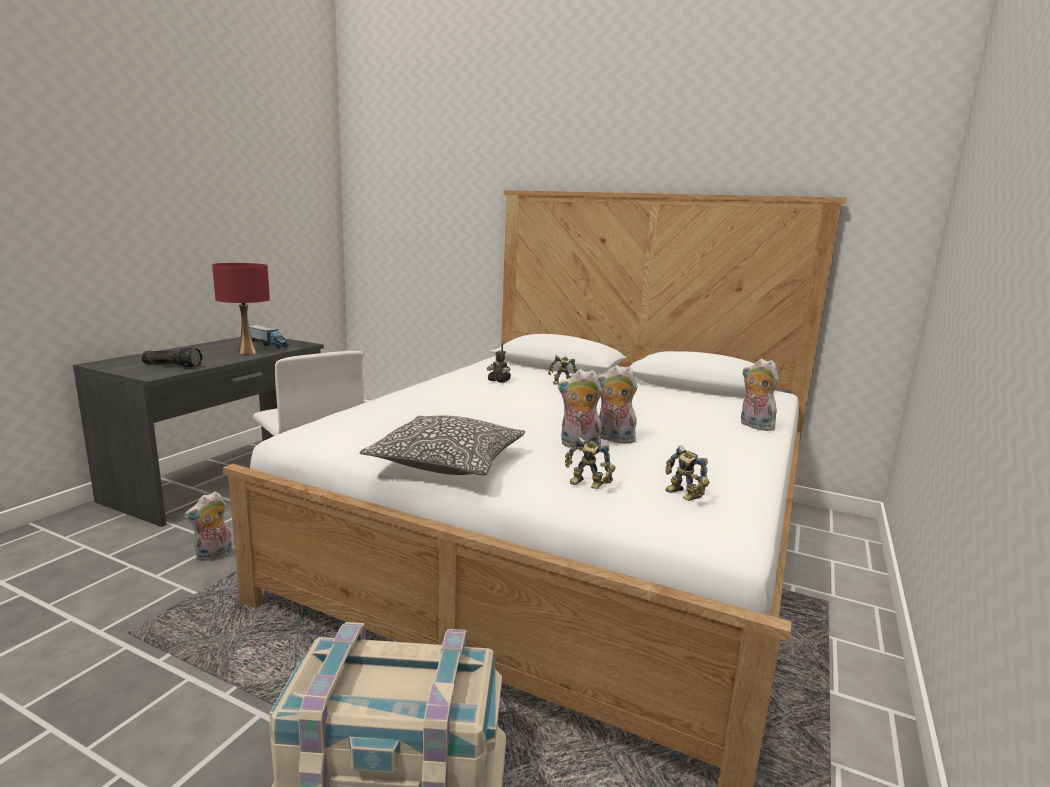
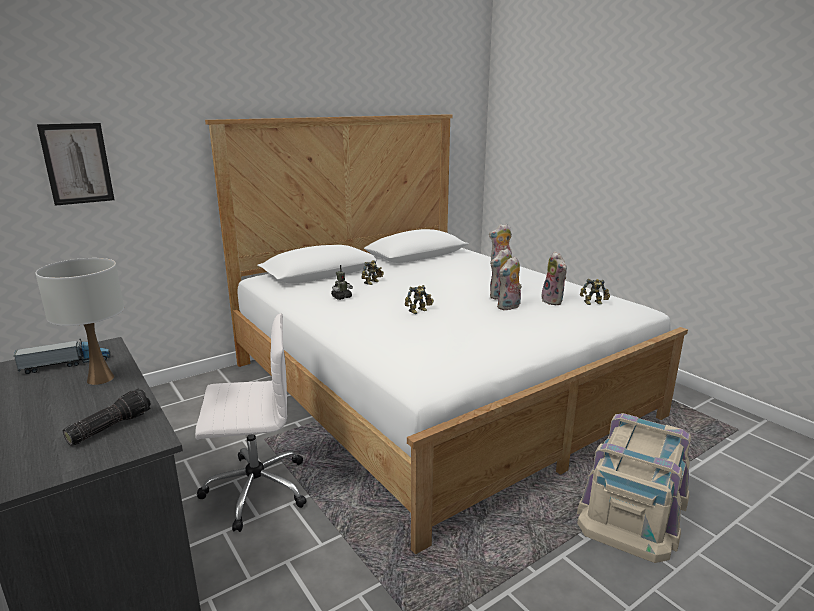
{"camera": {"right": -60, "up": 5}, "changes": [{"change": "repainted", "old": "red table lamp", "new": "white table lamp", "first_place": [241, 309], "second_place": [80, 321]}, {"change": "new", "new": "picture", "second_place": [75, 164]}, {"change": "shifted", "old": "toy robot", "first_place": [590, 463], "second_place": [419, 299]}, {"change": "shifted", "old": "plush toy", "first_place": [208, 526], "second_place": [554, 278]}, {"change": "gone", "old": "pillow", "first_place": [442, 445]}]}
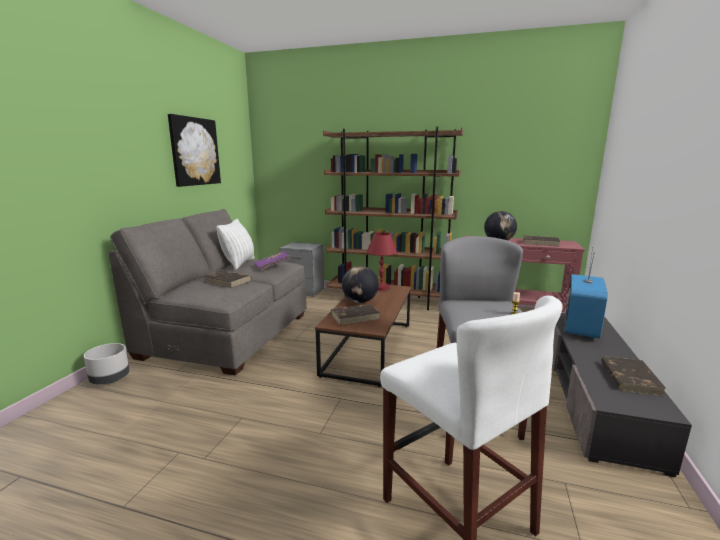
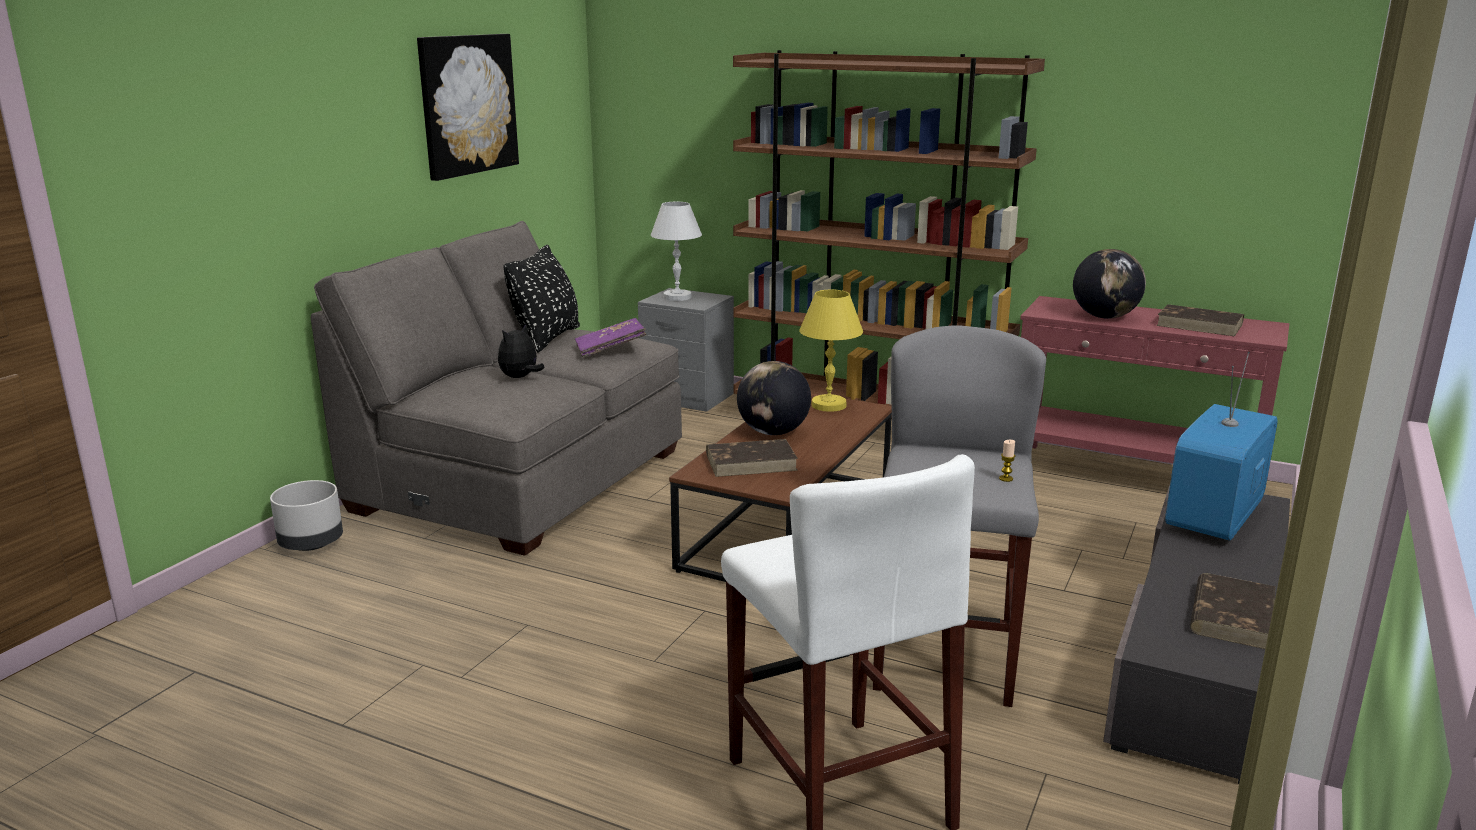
{"camera": {"right": 10, "up": 5}, "changes": [{"change": "swapped", "old": "brown book", "new": "plush toy", "first_place": [227, 279], "second_place": [521, 351]}, {"change": "repainted", "old": "white pillow", "new": "black pillow", "first_place": [236, 244], "second_place": [541, 299]}, {"change": "new", "new": "white table lamp", "second_place": [676, 251]}, {"change": "repainted", "old": "red table lamp", "new": "yellow table lamp", "first_place": [382, 261], "second_place": [831, 351]}]}
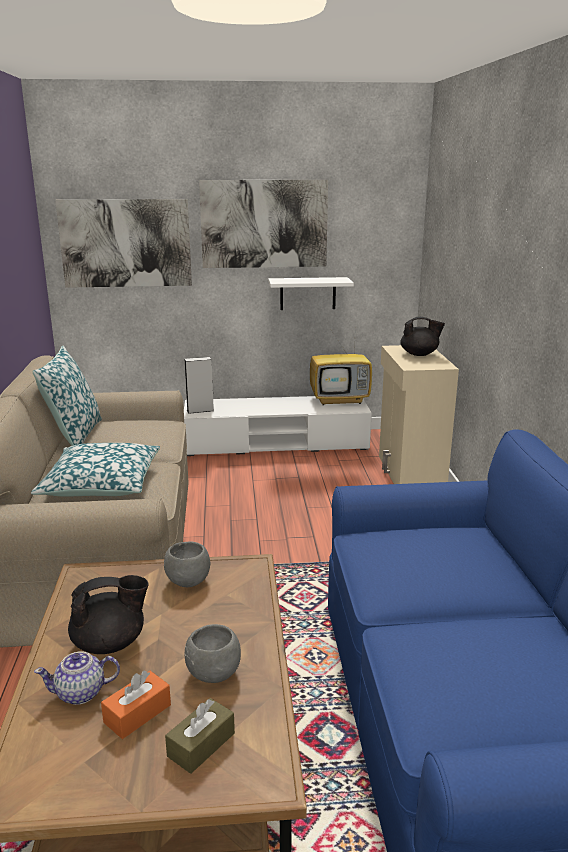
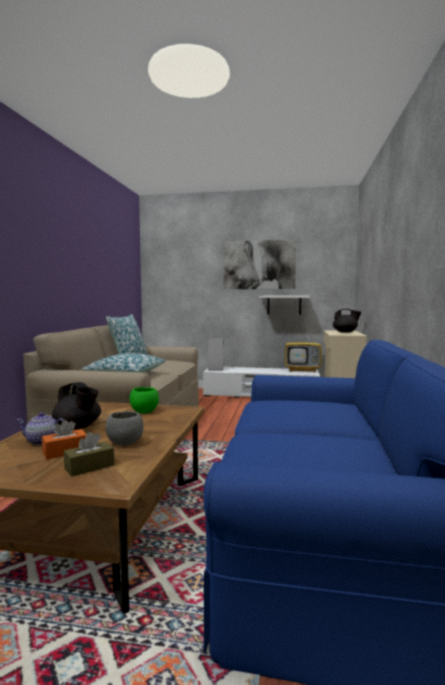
{"camera": {"right": 15, "up": -15}, "changes": [{"change": "rotated", "old": "black teapot", "first_place": [108, 614], "second_place": [76, 405], "degrees": 45}, {"change": "repainted", "old": "grey bowl", "new": "green bowl", "first_place": [187, 564], "second_place": [144, 400]}, {"change": "gone", "old": "picture", "first_place": [123, 243]}]}
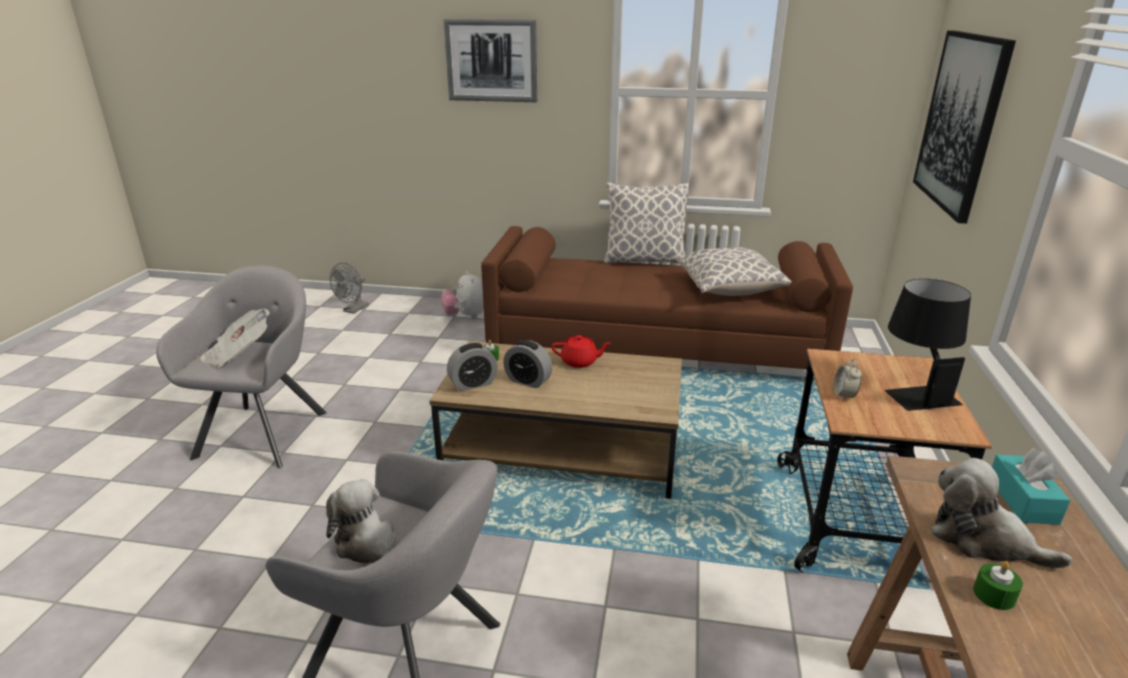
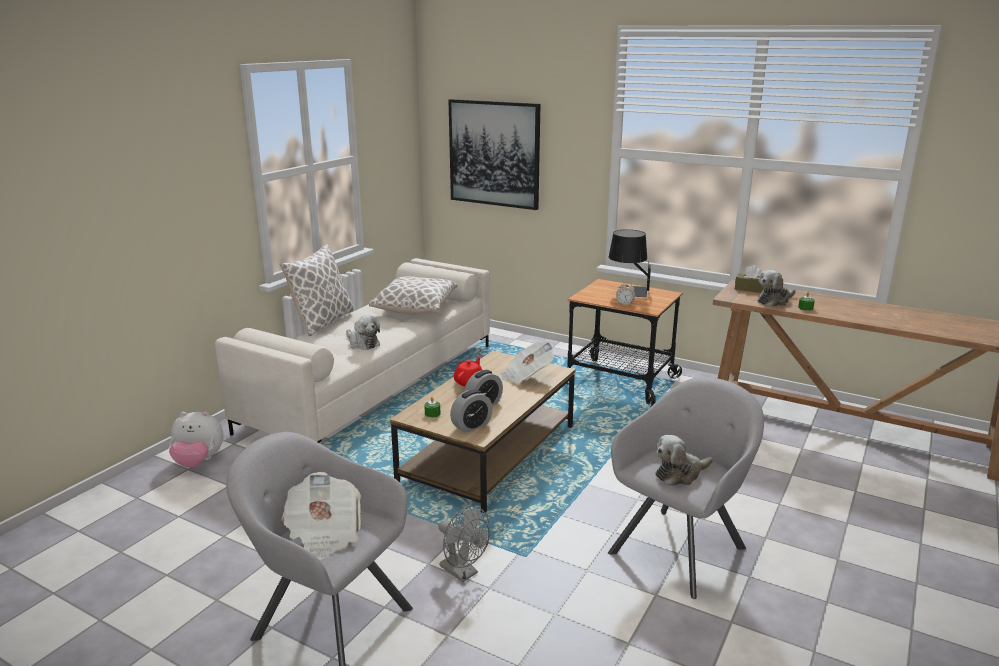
{"camera": {"right": -70, "up": -5}, "changes": [{"change": "repainted", "old": "brown sofa", "new": "white sofa", "first_place": [667, 297], "second_place": [352, 350]}, {"change": "new", "new": "plush toy", "second_place": [363, 332]}, {"change": "shifted", "old": "grey fan", "first_place": [349, 288], "second_place": [464, 544]}, {"change": "rotated", "old": "alarm clock", "first_place": [472, 367], "second_place": [471, 411], "degrees": 60}, {"change": "new", "new": "newspaper", "second_place": [526, 363]}, {"change": "repainted", "old": "turquoise tissue box", "new": "brown tissue box", "first_place": [1031, 486], "second_place": [749, 279]}, {"change": "gone", "old": "picture", "first_place": [490, 60]}]}
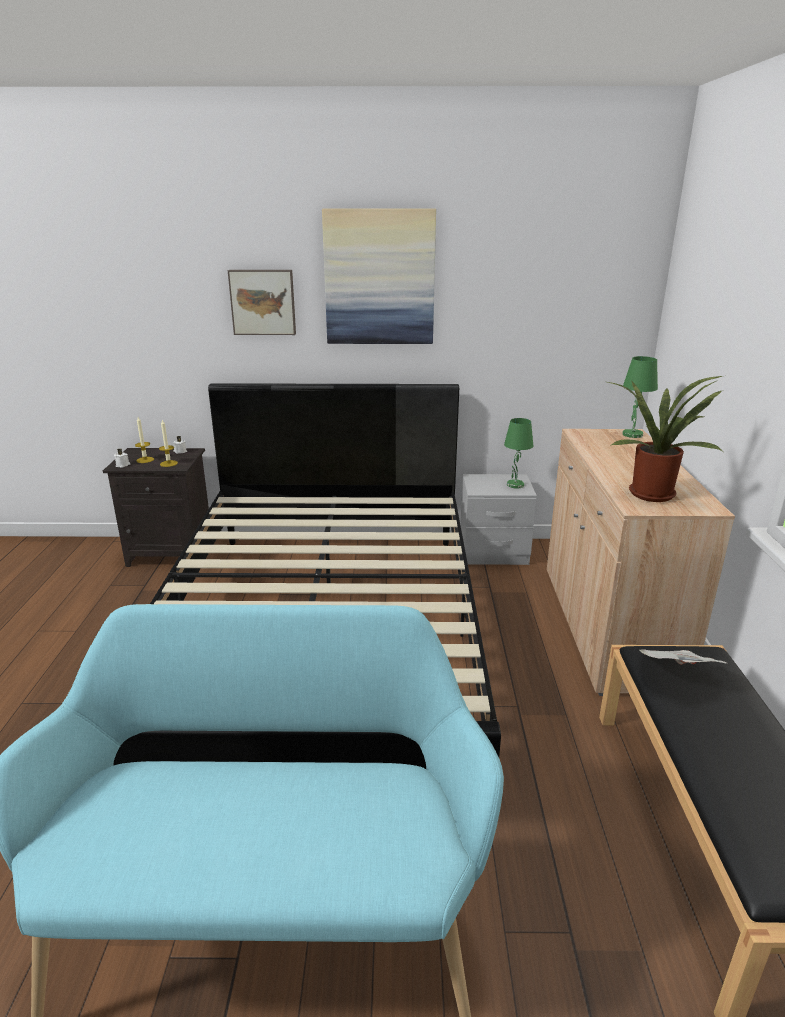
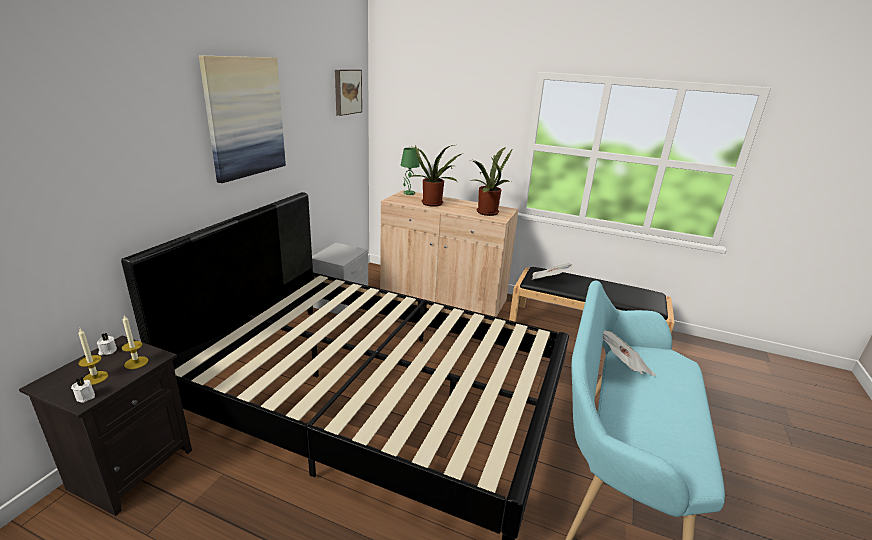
{"camera": {"right": -70, "up": 0}, "changes": [{"change": "shifted", "old": "picture", "first_place": [262, 302], "second_place": [348, 92]}, {"change": "new", "new": "potted plant", "second_place": [437, 176]}, {"change": "new", "new": "newspaper", "second_place": [629, 353]}, {"change": "gone", "old": "green table lamp", "first_place": [518, 453]}]}
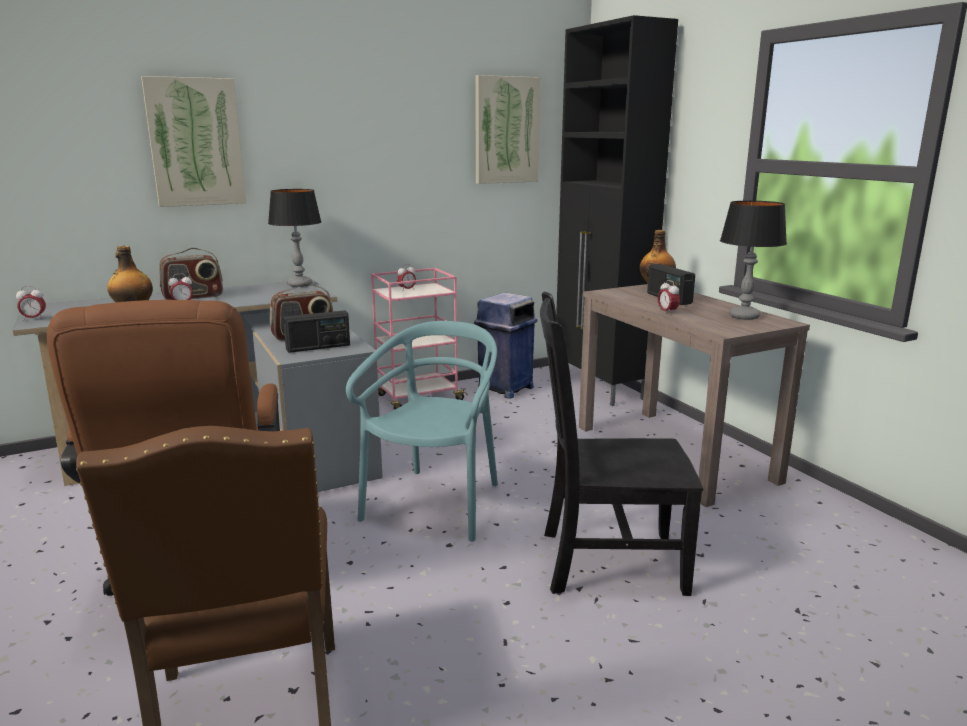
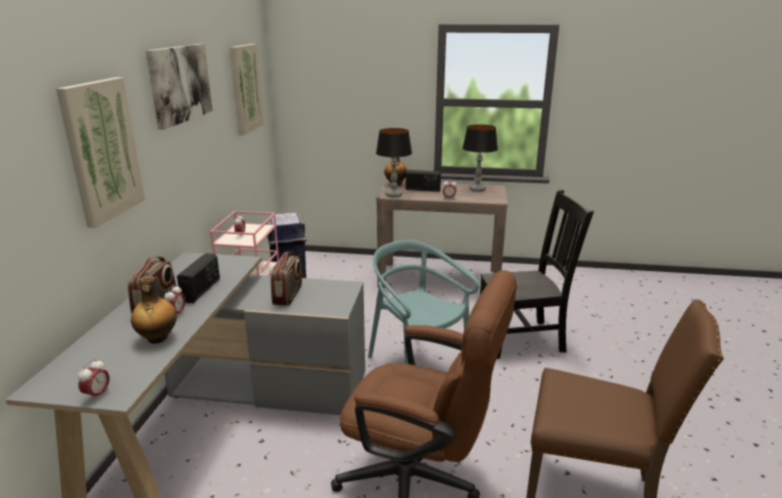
{"camera": {"right": -55, "up": 5}, "changes": [{"change": "new", "new": "picture", "second_place": [179, 87]}, {"change": "shifted", "old": "radio", "first_place": [316, 331], "second_place": [198, 278]}, {"change": "shifted", "old": "table lamp", "first_place": [294, 238], "second_place": [394, 162]}, {"change": "rotated", "old": "black chair", "first_place": [621, 444], "second_place": [537, 274], "degrees": -135}, {"change": "gone", "old": "black cabinet", "first_place": [617, 210]}]}
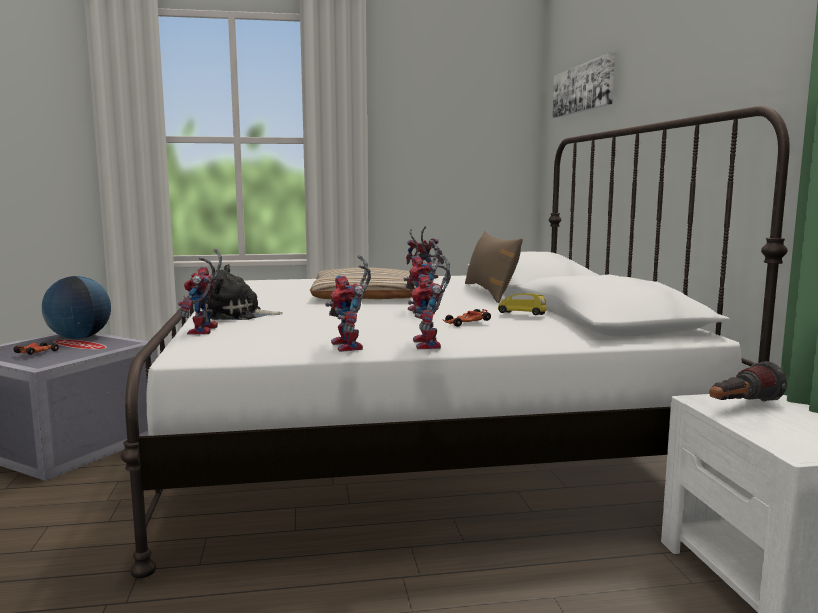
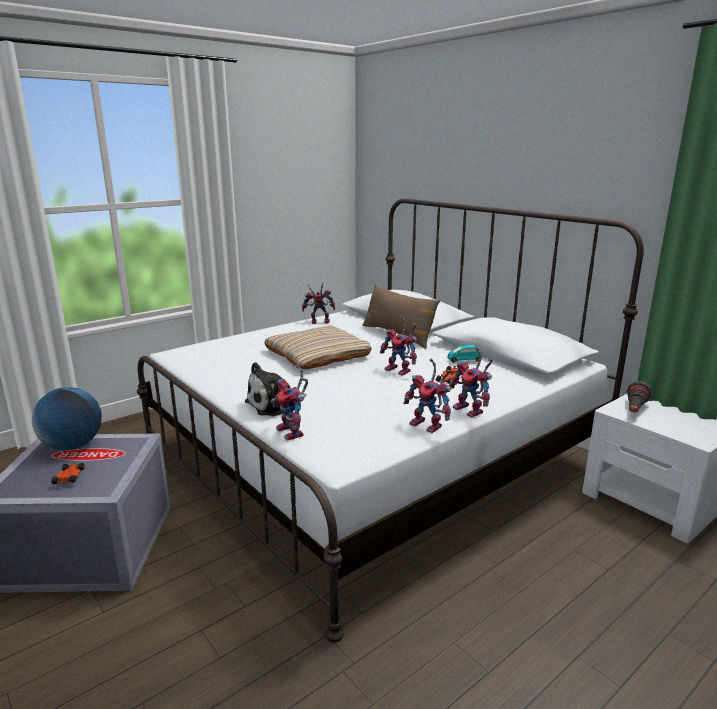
{"camera": {"right": -30, "up": 10}, "changes": [{"change": "repainted", "old": "yellow toy car", "new": "turquoise toy car", "first_place": [522, 304], "second_place": [465, 354]}, {"change": "gone", "old": "picture", "first_place": [583, 85]}]}
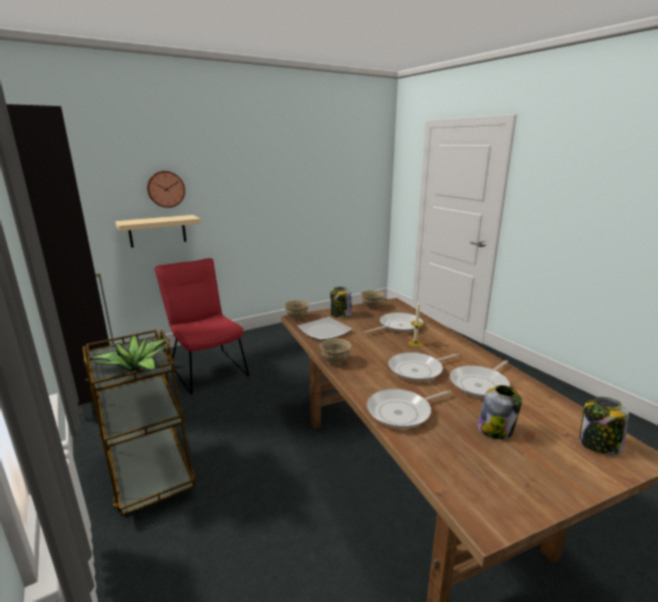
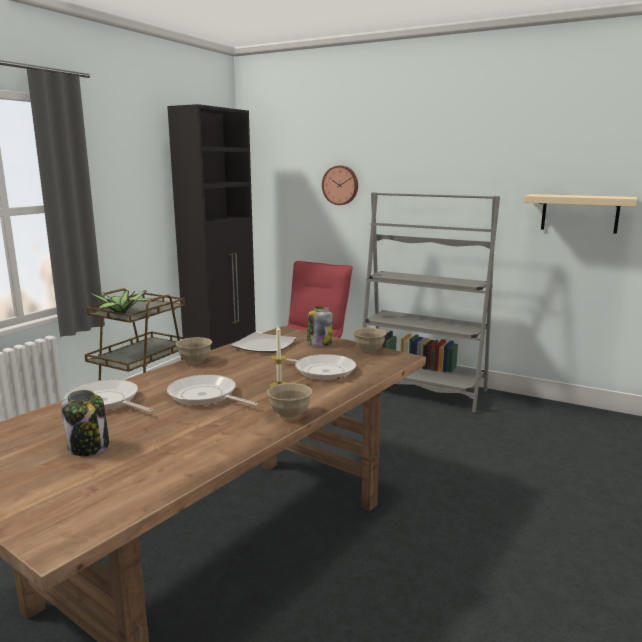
{"camera": {"right": 60, "up": -5}, "changes": [{"change": "shifted", "old": "beige bowl", "first_place": [296, 309], "second_place": [290, 400]}, {"change": "new", "new": "grey bookcase", "second_place": [431, 302]}, {"change": "shifted", "old": "beige shelf", "first_place": [158, 231], "second_place": [580, 214]}, {"change": "gone", "old": "frying pan", "first_place": [480, 379]}, {"change": "gone", "old": "jar", "first_place": [604, 426]}]}
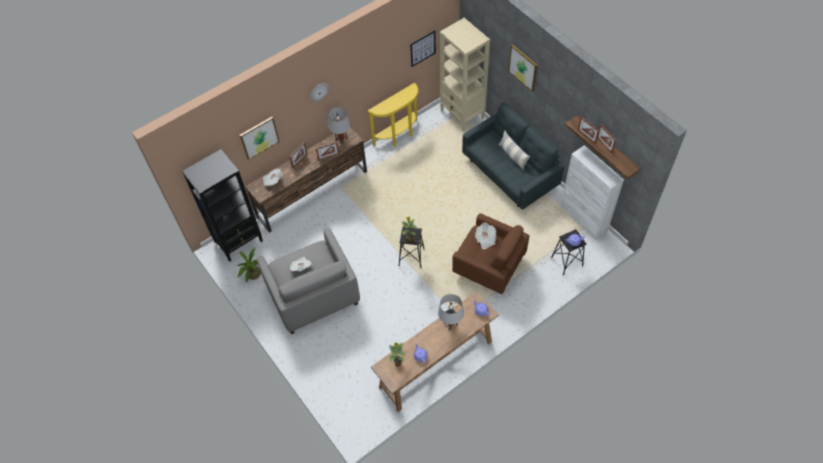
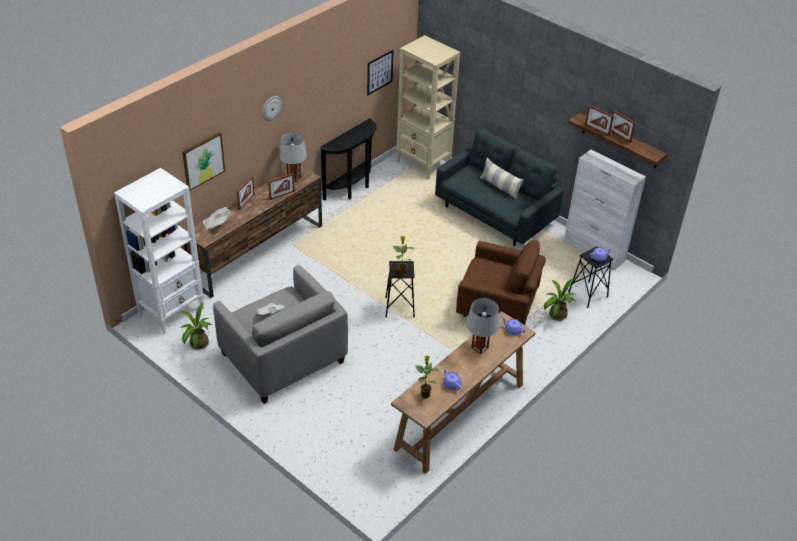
{"camera": {"right": -15, "up": -15}, "changes": [{"change": "repainted", "old": "black bookcase", "new": "white bookcase", "first_place": [222, 205], "second_place": [159, 251]}, {"change": "repainted", "old": "yellow console table", "new": "black console table", "first_place": [393, 115], "second_place": [348, 159]}, {"change": "new", "new": "potted plant", "second_place": [559, 299]}, {"change": "gone", "old": "newspaper", "first_place": [485, 236]}, {"change": "gone", "old": "picture", "first_place": [523, 68]}]}
